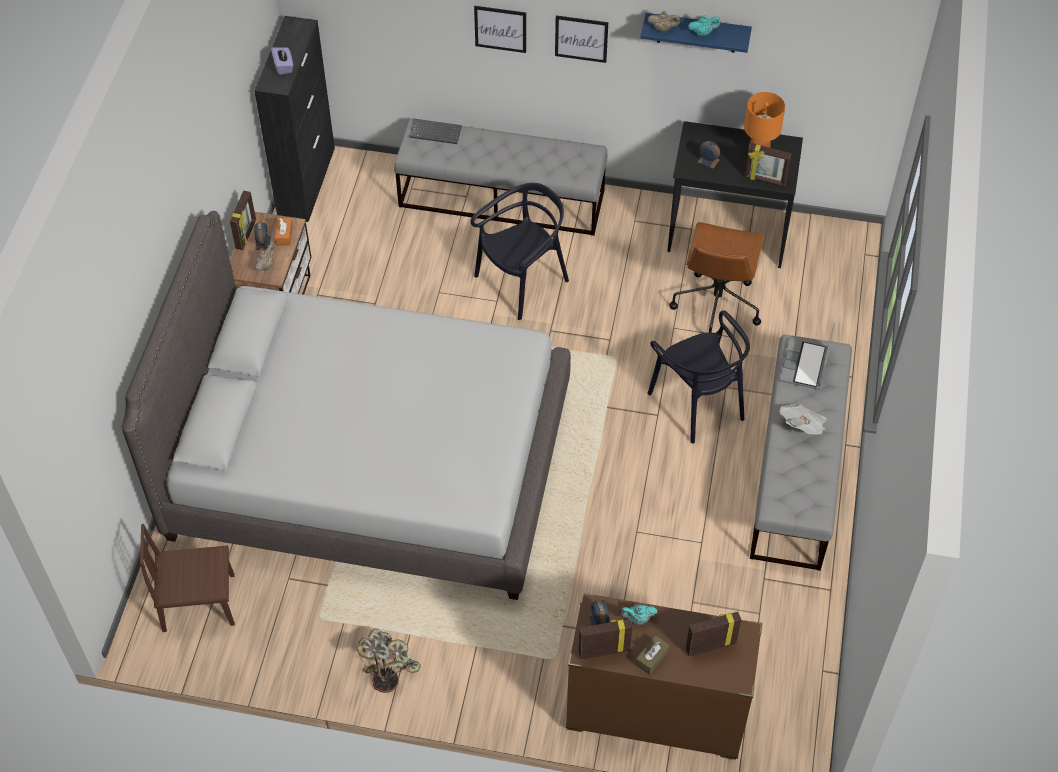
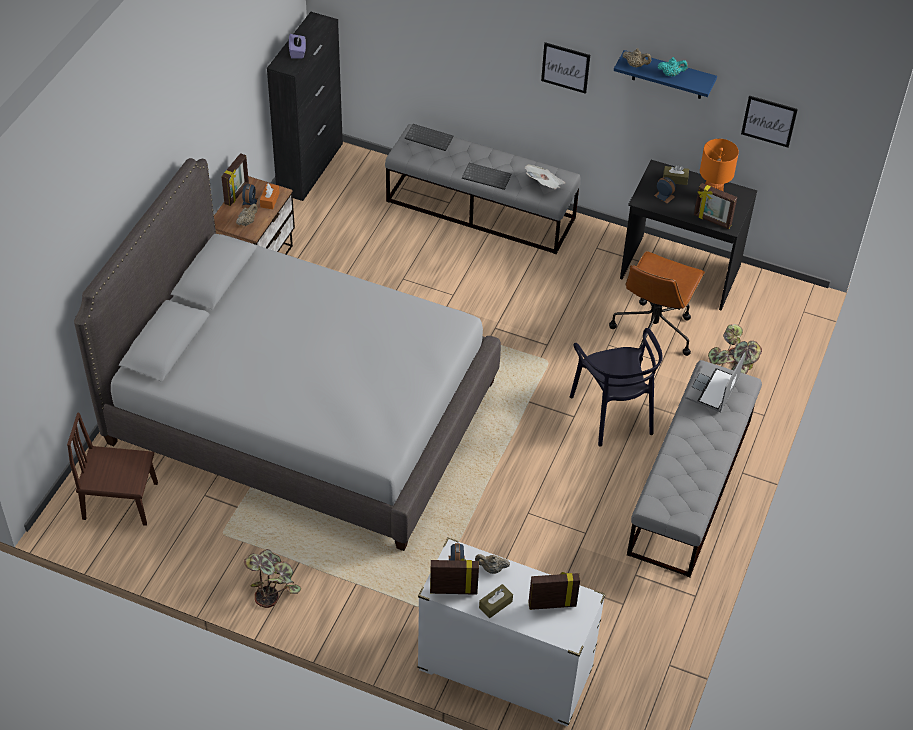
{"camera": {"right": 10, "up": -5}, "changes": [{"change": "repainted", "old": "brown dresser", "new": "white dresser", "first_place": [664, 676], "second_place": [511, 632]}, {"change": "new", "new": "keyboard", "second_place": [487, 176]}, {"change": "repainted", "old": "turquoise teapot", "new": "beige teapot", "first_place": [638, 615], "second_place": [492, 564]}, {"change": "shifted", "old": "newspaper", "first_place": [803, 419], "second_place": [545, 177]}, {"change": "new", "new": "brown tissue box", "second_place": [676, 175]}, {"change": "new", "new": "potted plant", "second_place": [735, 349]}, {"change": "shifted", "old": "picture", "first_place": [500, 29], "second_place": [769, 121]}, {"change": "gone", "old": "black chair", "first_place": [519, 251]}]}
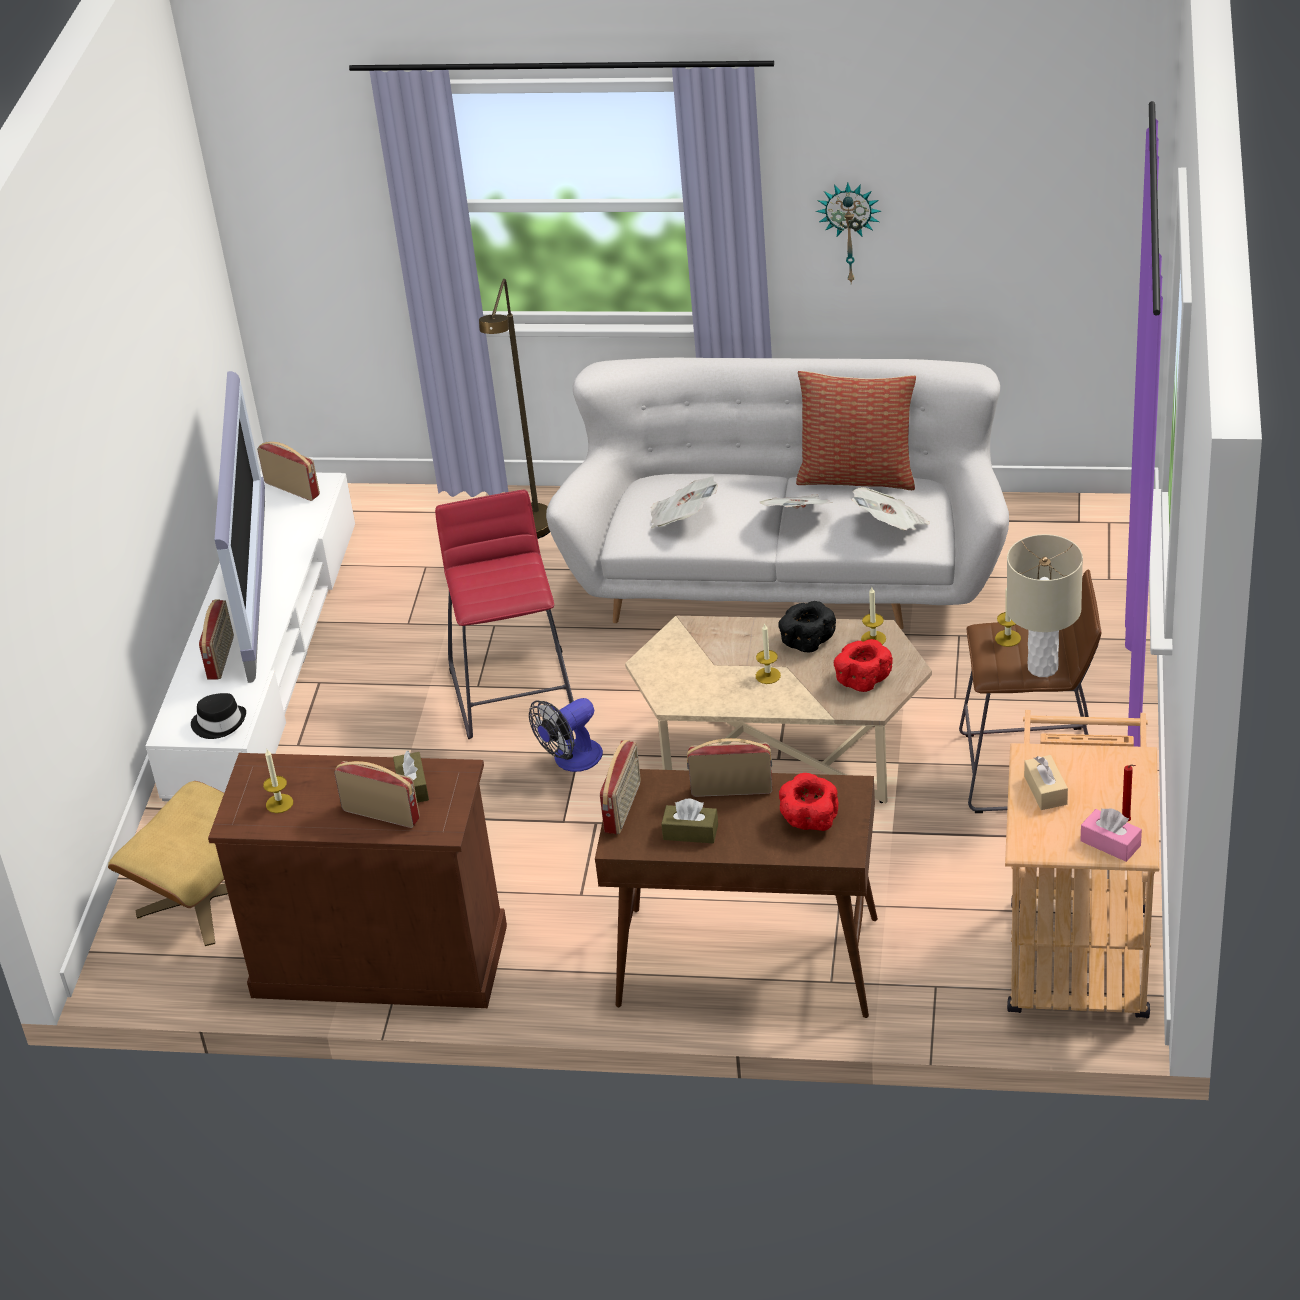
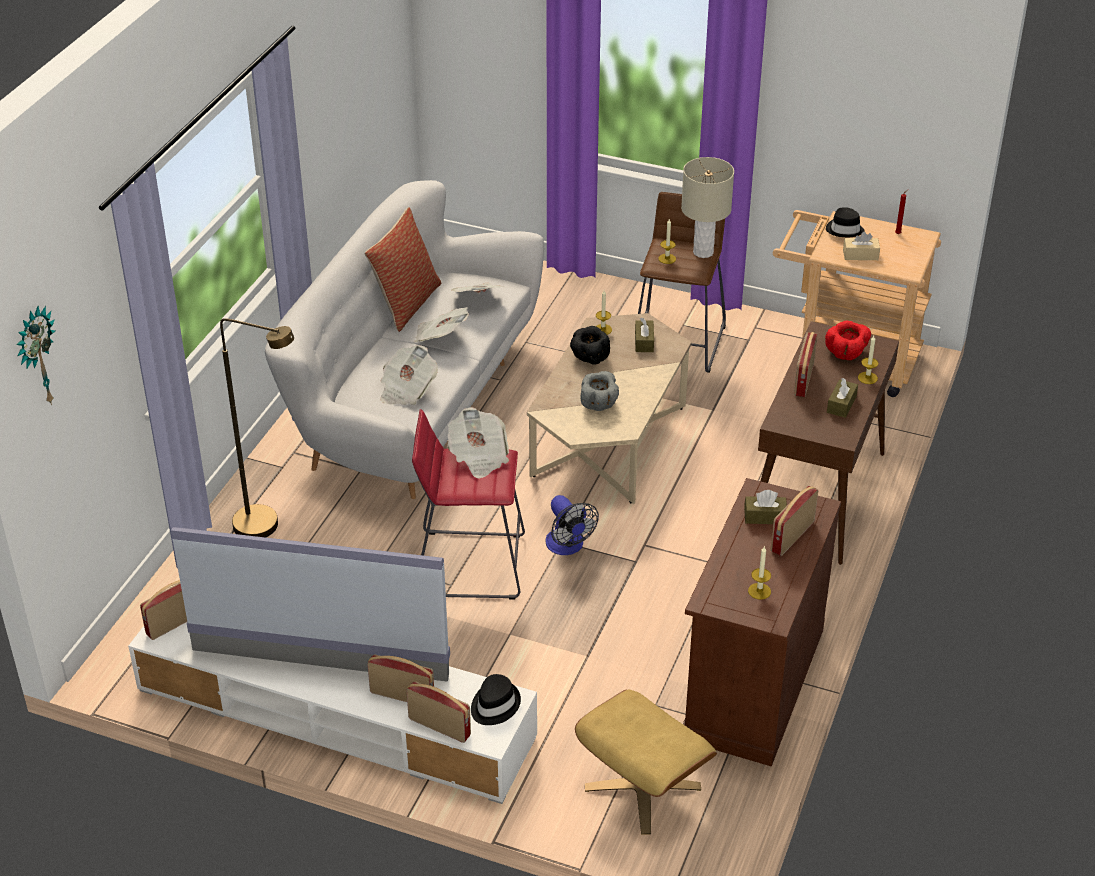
{"camera": {"right": -80, "up": 0}, "changes": [{"change": "shifted", "old": "wall clock", "first_place": [848, 233], "second_place": [35, 355]}, {"change": "shifted", "old": "radio", "first_place": [620, 787], "second_place": [438, 712]}, {"change": "new", "new": "newspaper", "second_place": [478, 443]}, {"change": "new", "new": "grey bowl", "second_place": [599, 391]}, {"change": "swapped", "old": "red bowl", "new": "brown tissue box", "first_place": [863, 665], "second_place": [644, 335]}, {"change": "new", "new": "black hat", "second_place": [845, 222]}, {"change": "shifted", "old": "candle", "first_place": [768, 653], "second_place": [868, 360]}, {"change": "gone", "old": "pink tissue box", "first_place": [1111, 835]}]}
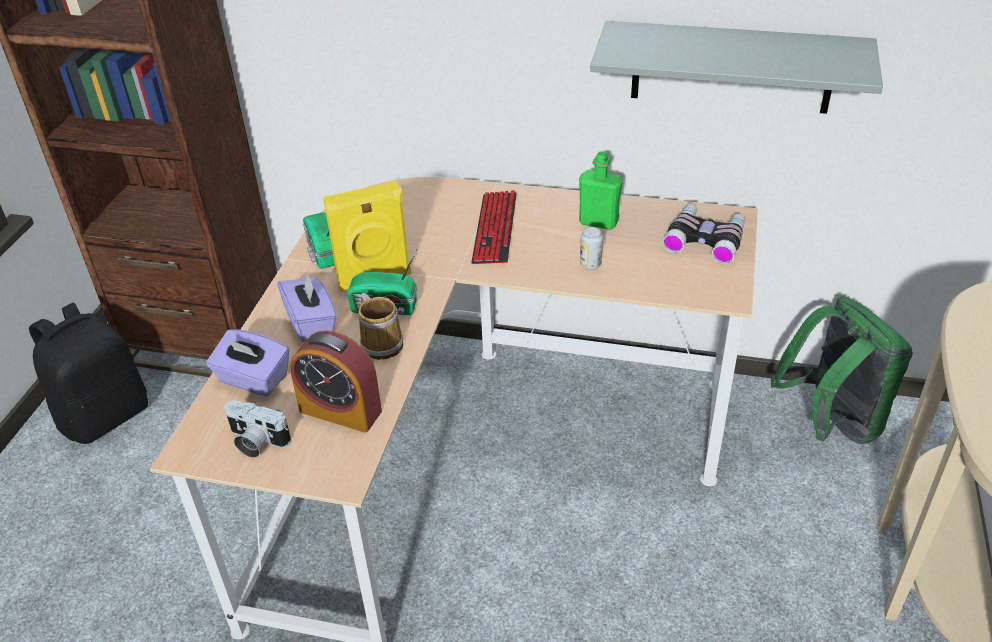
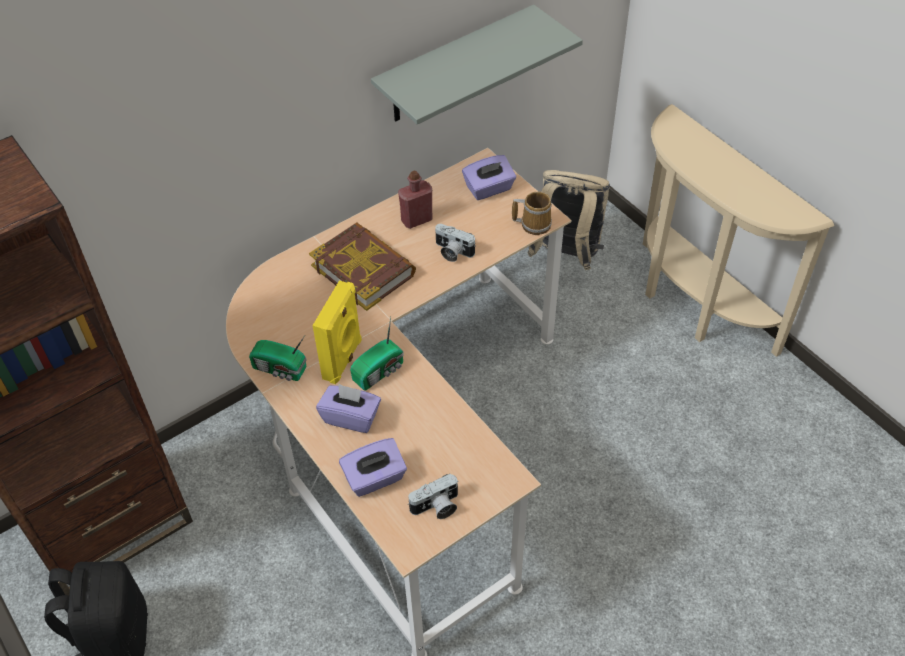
{"camera": {"right": -50, "up": 10}, "changes": [{"change": "swapped", "old": "keyboard", "new": "book", "first_place": [494, 227], "second_place": [362, 266]}, {"change": "repainted", "old": "green bottle", "new": "red bottle", "first_place": [601, 190], "second_place": [415, 200]}, {"change": "swapped", "old": "can", "new": "photo camera", "first_place": [591, 248], "second_place": [455, 243]}, {"change": "swapped", "old": "binoculars", "new": "purple tissue box", "first_place": [703, 234], "second_place": [489, 177]}, {"change": "shifted", "old": "mug", "first_place": [381, 326], "second_place": [532, 213]}, {"change": "repainted", "old": "green backpack", "new": "beige backpack", "first_place": [842, 370], "second_place": [568, 220]}, {"change": "gone", "old": "alarm clock", "first_place": [336, 382]}]}
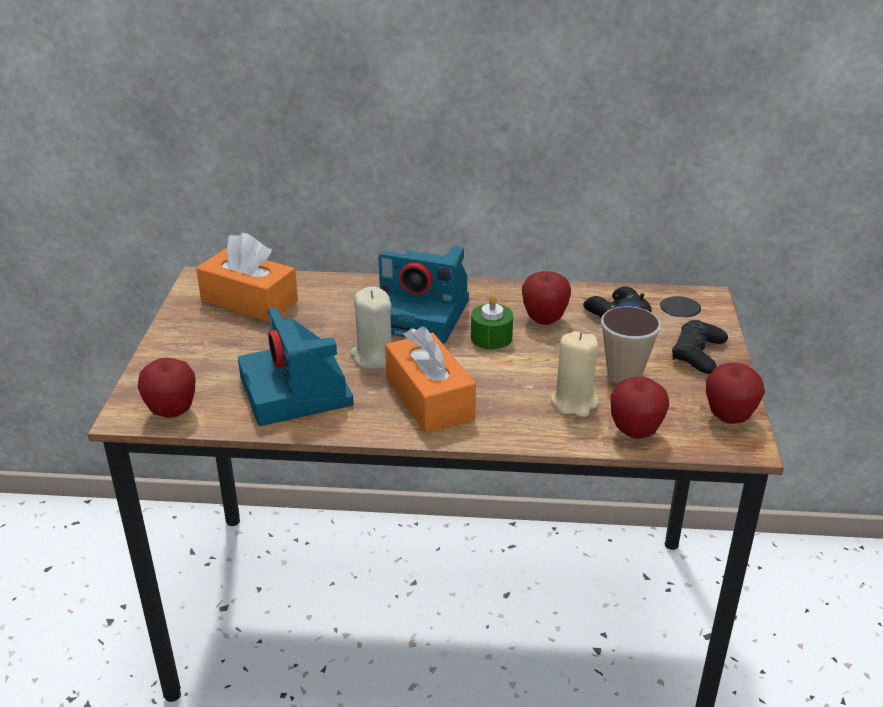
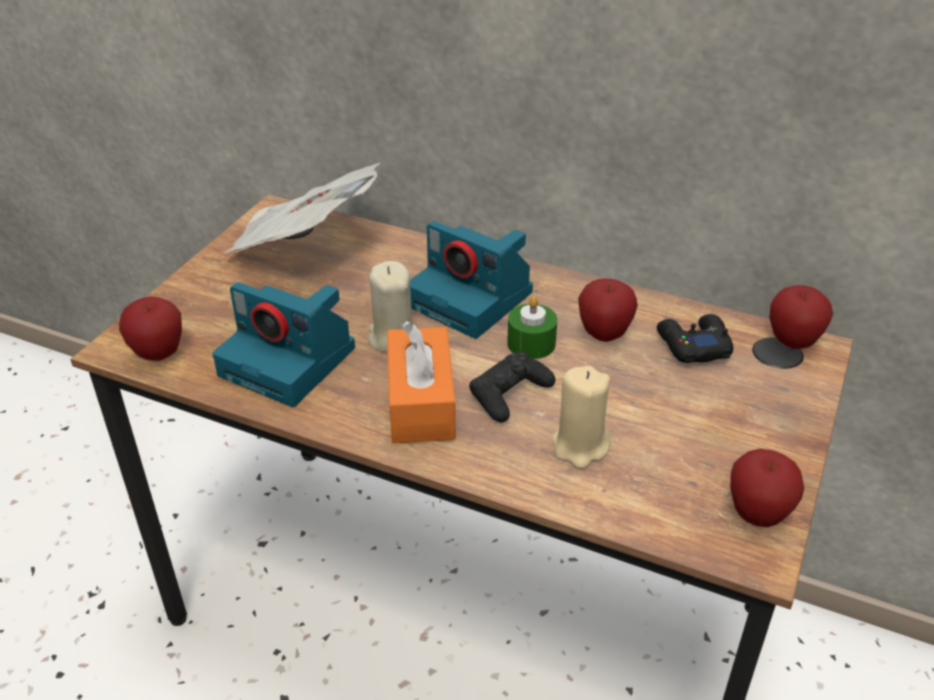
{"camera": {"right": 20, "up": 5}, "changes": [{"change": "rotated", "old": "photo camera", "first_place": [295, 366], "second_place": [284, 344], "degrees": -60}, {"change": "swapped", "old": "orange tissue box", "new": "newspaper", "first_place": [247, 277], "second_place": [302, 208]}, {"change": "shifted", "old": "black game controller", "first_place": [700, 347], "second_place": [512, 387]}, {"change": "shifted", "old": "apple", "first_place": [640, 408], "second_place": [801, 317]}, {"change": "gone", "old": "cup", "first_place": [631, 344]}]}
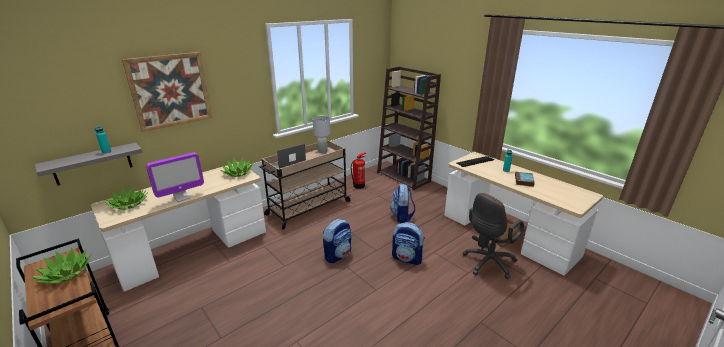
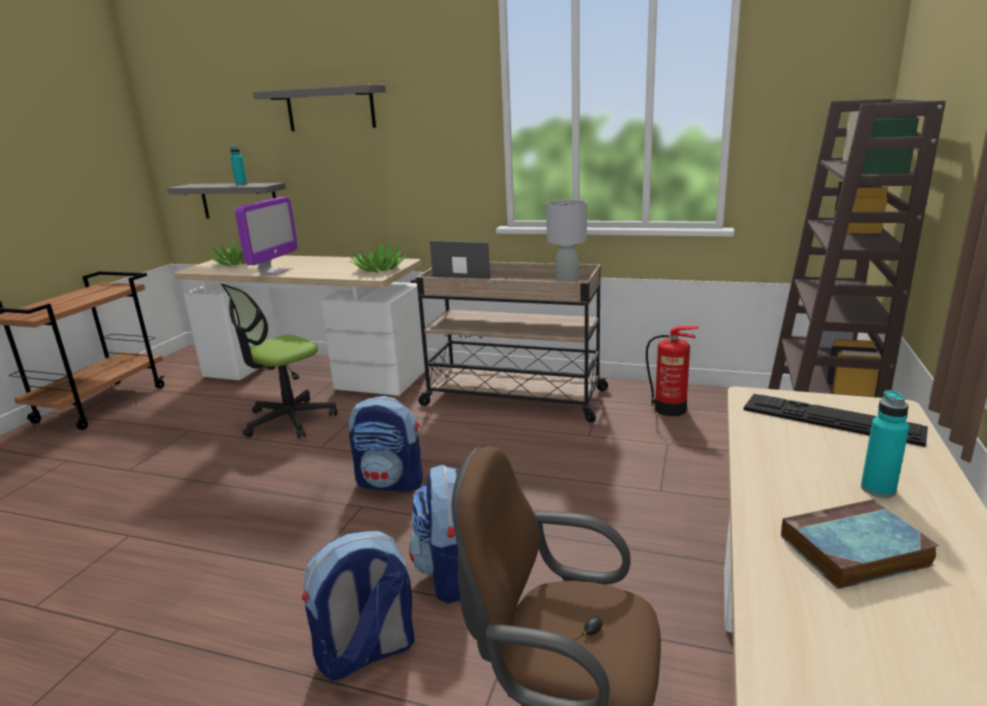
{"camera": {"right": 60, "up": -5}, "changes": [{"change": "new", "new": "office chair", "second_place": [279, 361]}, {"change": "rotated", "old": "monitor", "first_place": [175, 177], "second_place": [266, 236], "degrees": -90}, {"change": "swapped", "old": "picture", "new": "grey shelf", "first_place": [167, 92], "second_place": [319, 108]}, {"change": "shifted", "old": "backpack", "first_place": [403, 203], "second_place": [358, 606]}, {"change": "gone", "old": "potted plant", "first_place": [61, 265]}]}
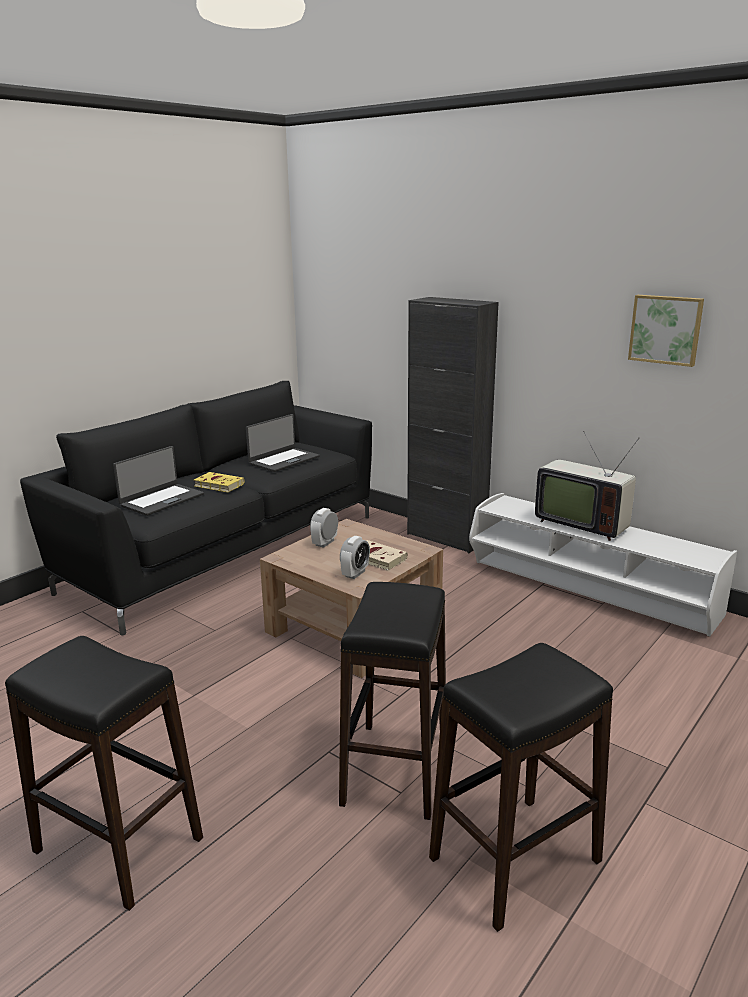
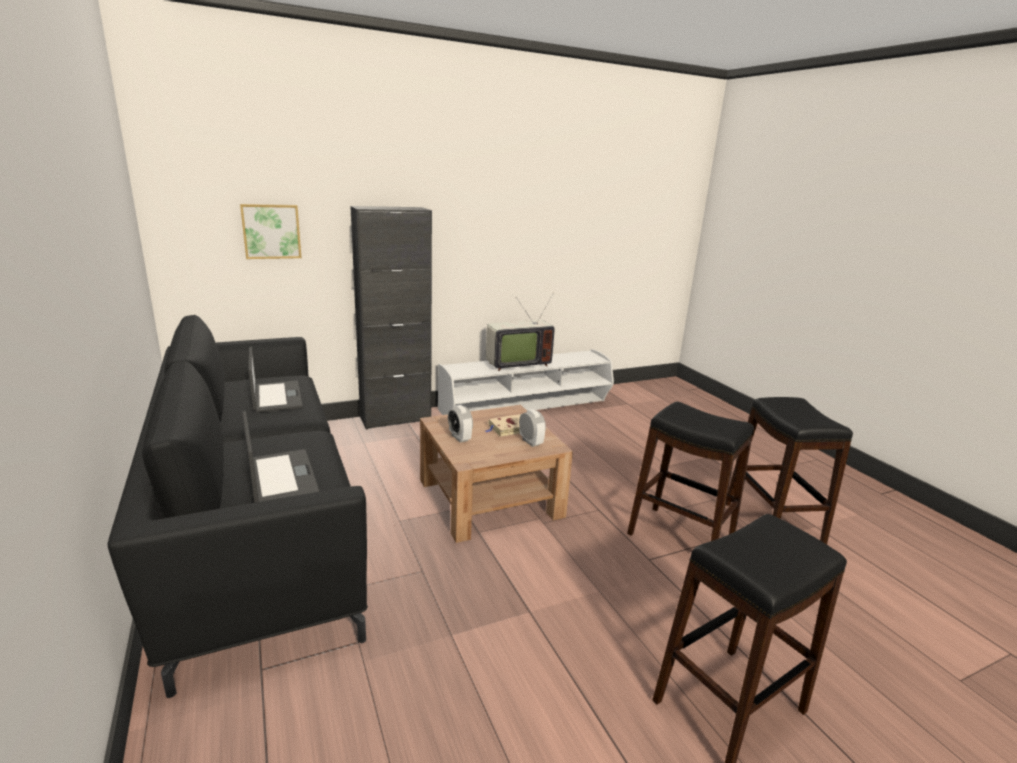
{"camera": {"right": -65, "up": 0}, "changes": [{"change": "shifted", "old": "picture", "first_place": [666, 331], "second_place": [270, 231]}, {"change": "gone", "old": "yellow book", "first_place": [219, 482]}]}
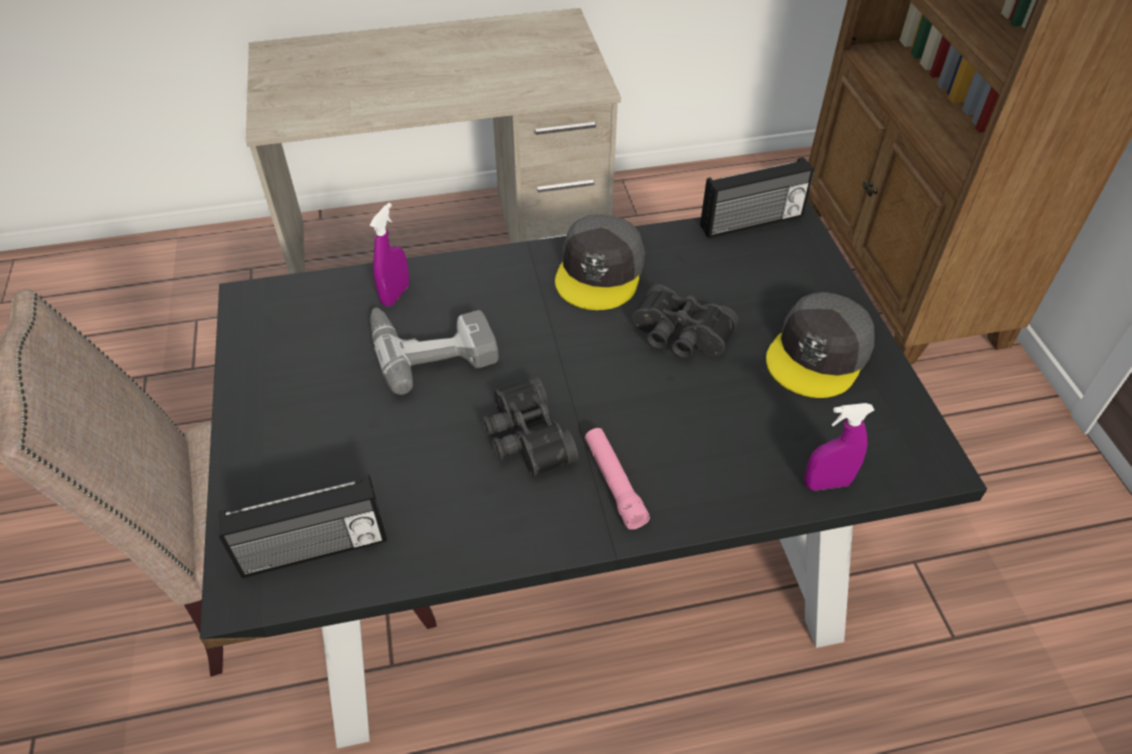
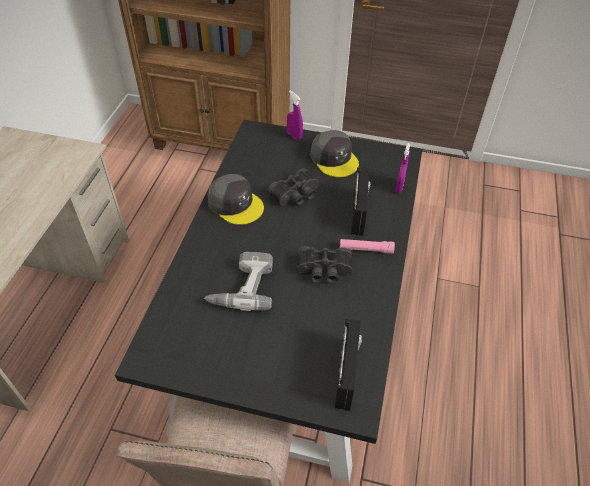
{"camera": {"right": -65, "up": 0}, "changes": [{"change": "shifted", "old": "purple spray bottle", "first_place": [389, 254], "second_place": [295, 115]}, {"change": "shifted", "old": "radio", "first_place": [757, 198], "second_place": [360, 201]}]}
